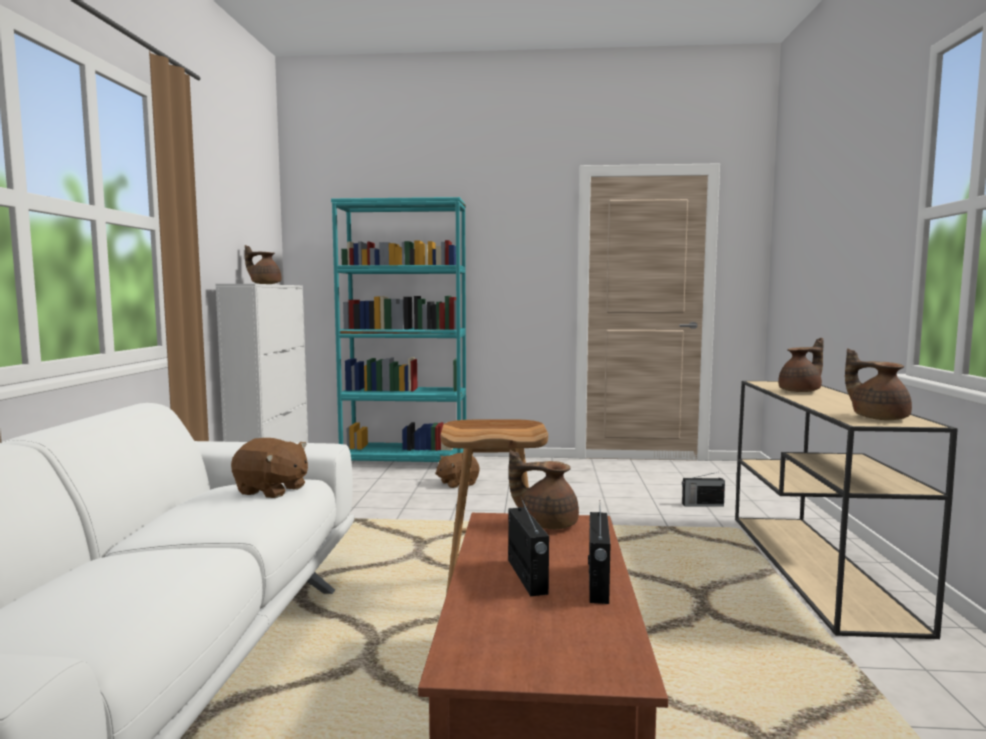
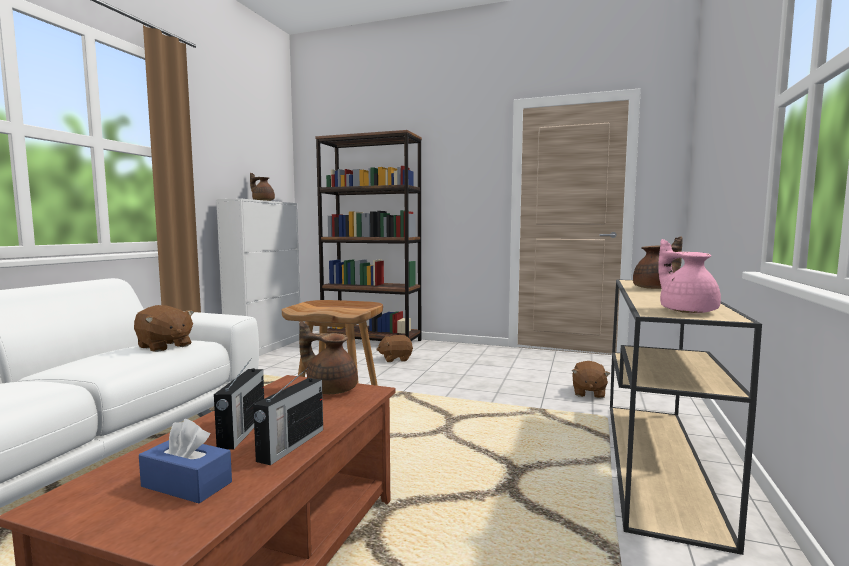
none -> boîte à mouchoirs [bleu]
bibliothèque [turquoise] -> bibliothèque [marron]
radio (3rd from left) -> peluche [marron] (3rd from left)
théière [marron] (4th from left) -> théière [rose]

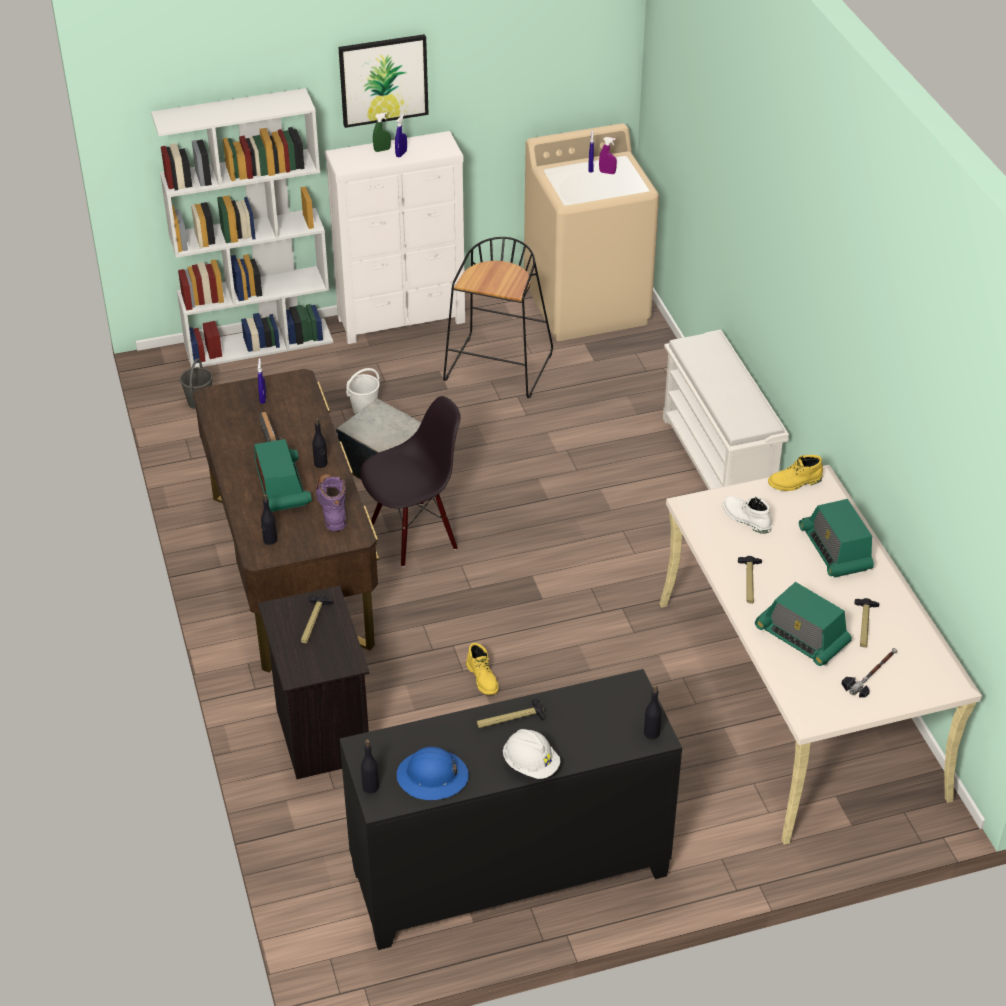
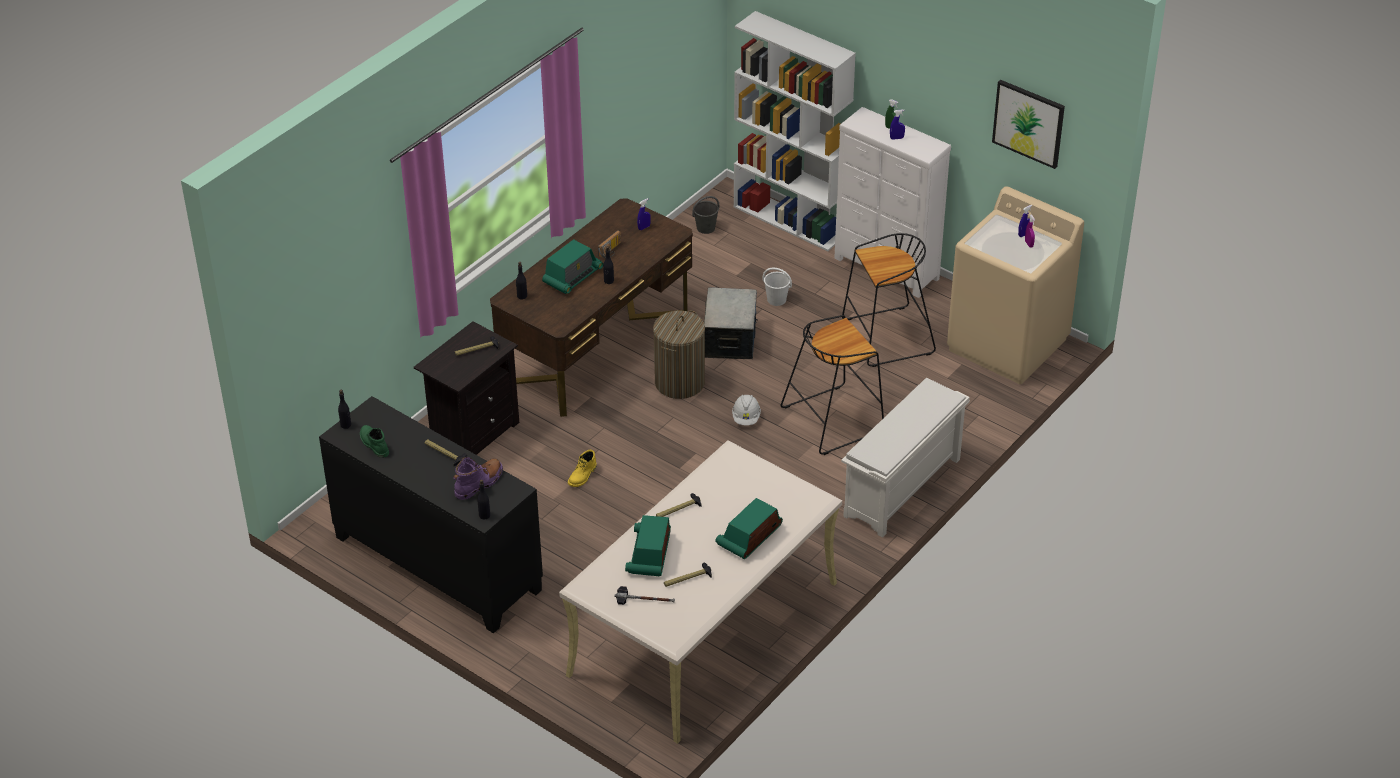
casque de chantier [bleu] -> botte [vert]
botte [violet], move
chaise [noir] -> panier à linge
casque de chantier [blanc], move
none -> tabouret [noir] (1st from left)
tableau, move
botte [blanc] -> none
botte [jaune] (2nd from left) -> none

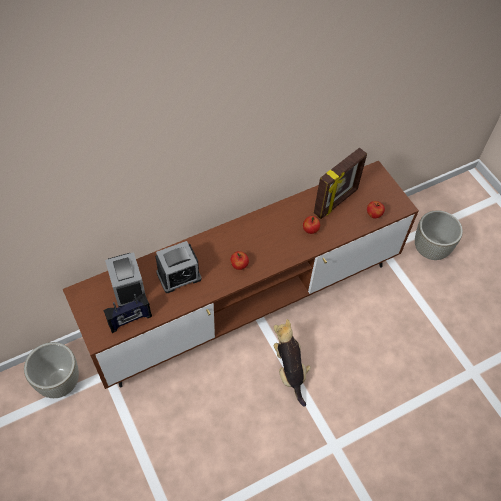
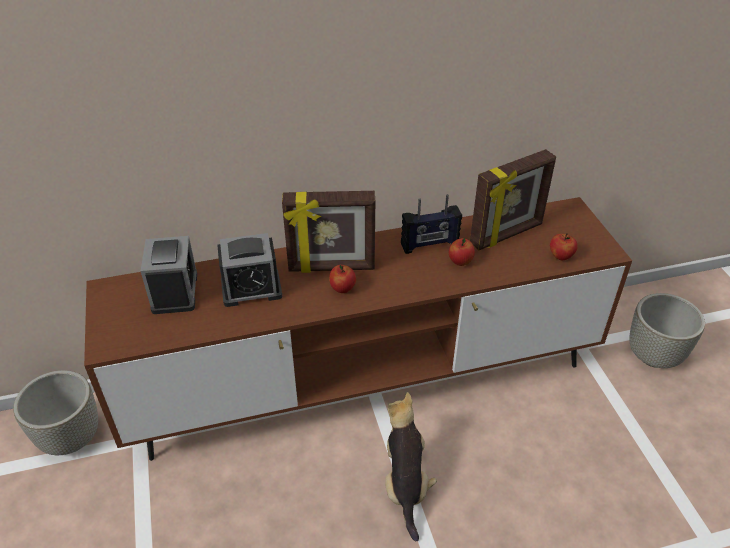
none -> cadre photo (1st from left)
radio, move

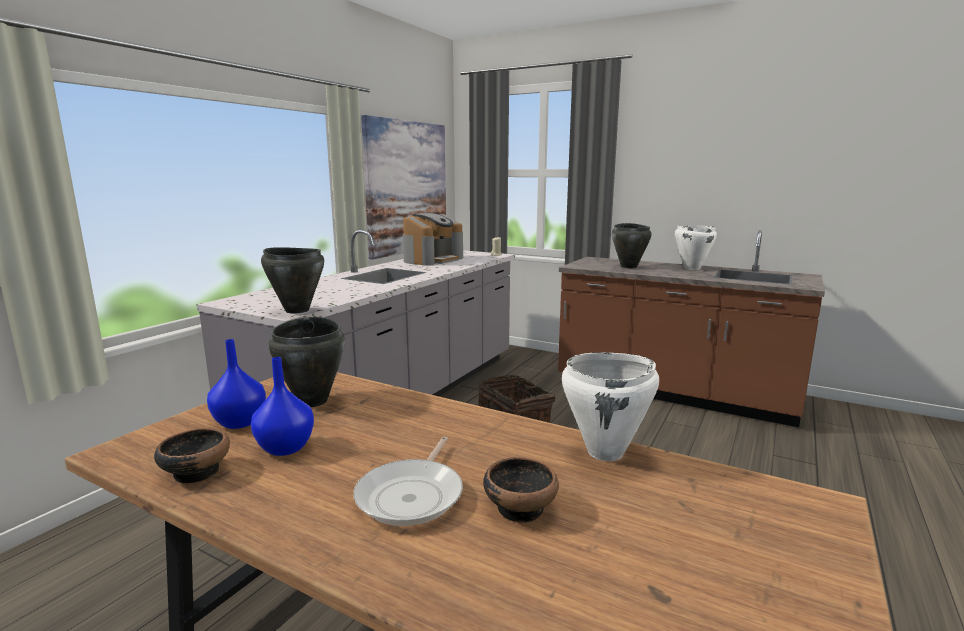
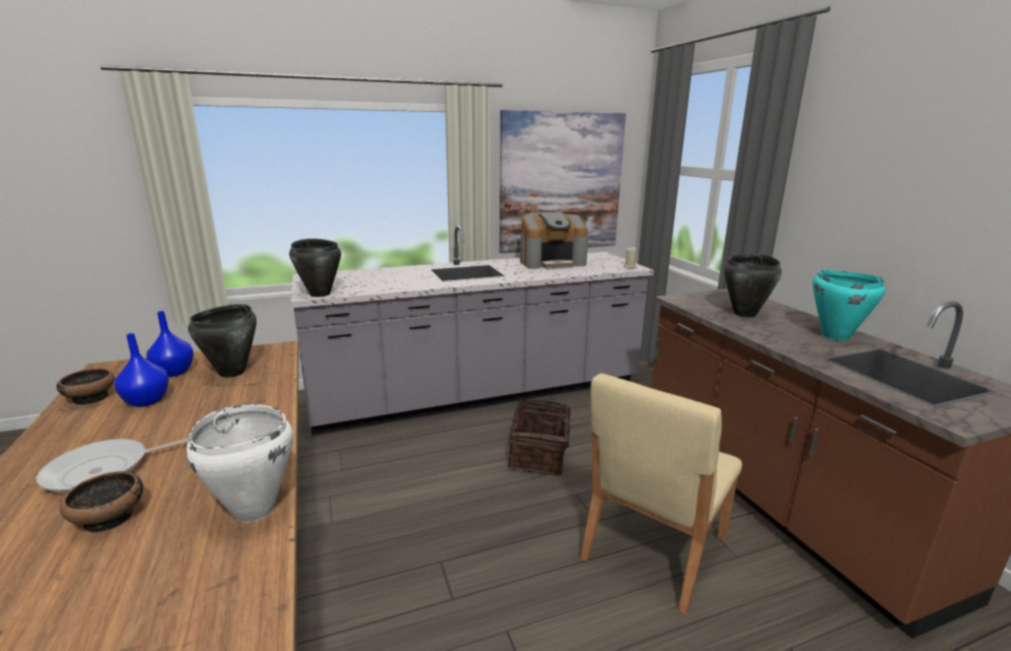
none -> chaise [beige]
marmite [blanc] (2nd from left) -> marmite [turquoise]

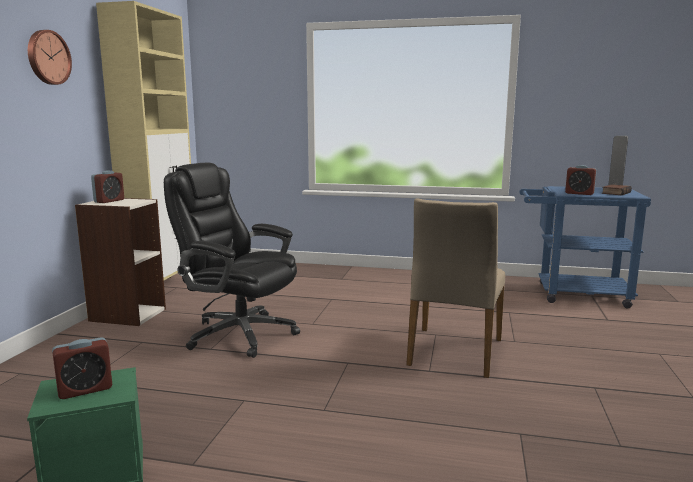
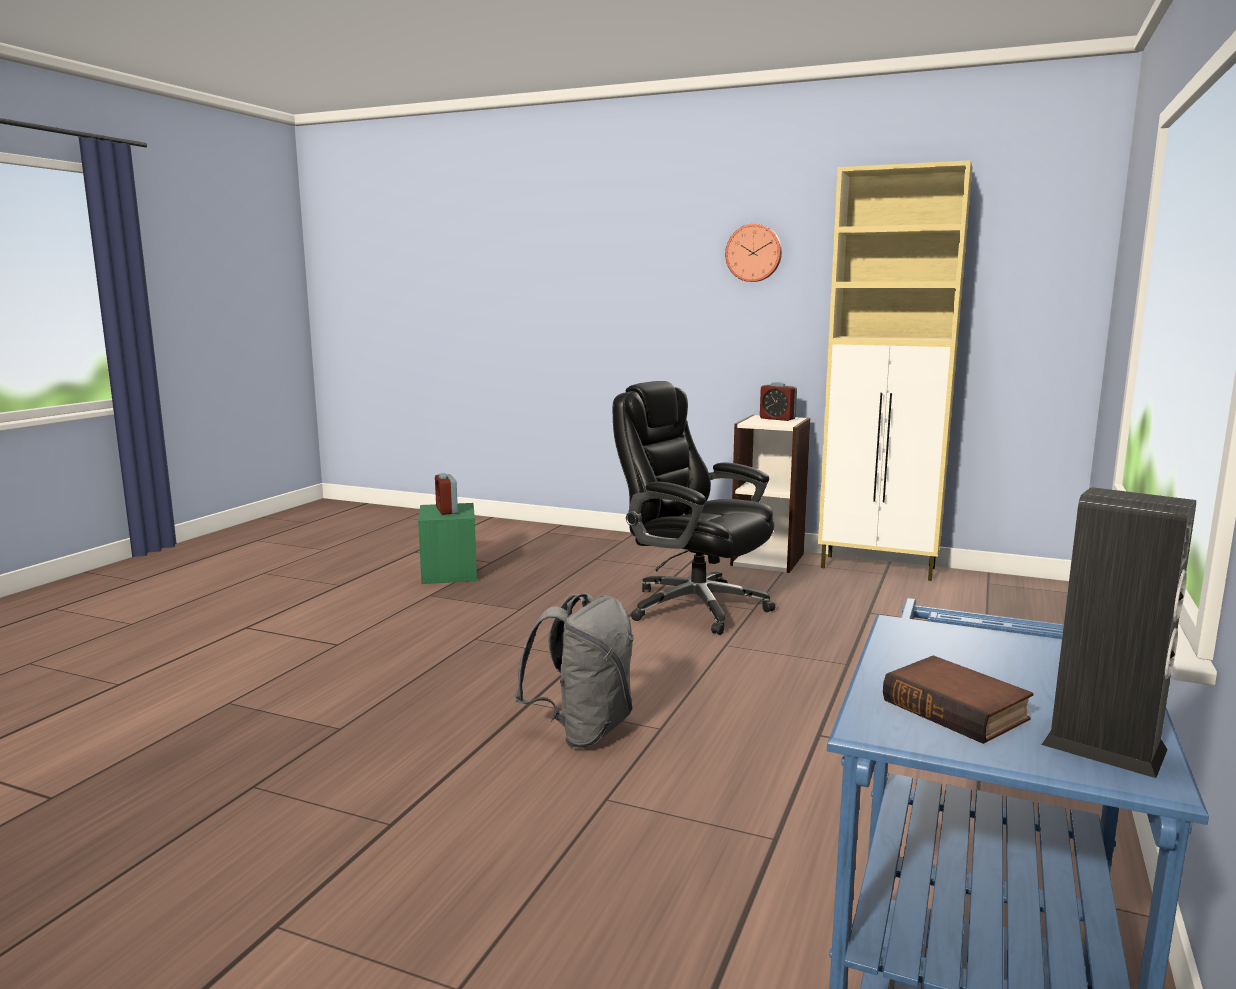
chaise [beige] -> sac à dos [gris]
chaise de bureau [noir], 90 degrees counterclockwise
réveil (3rd from left) -> none

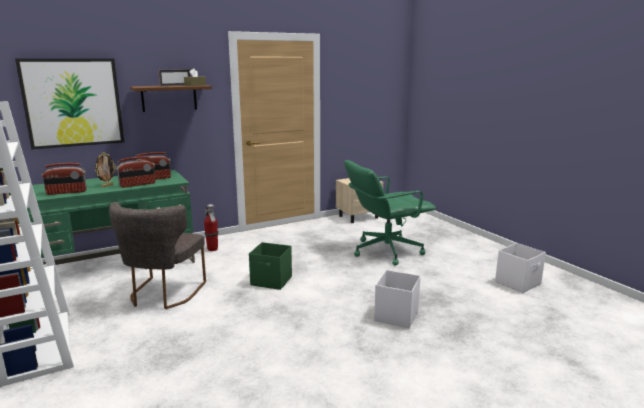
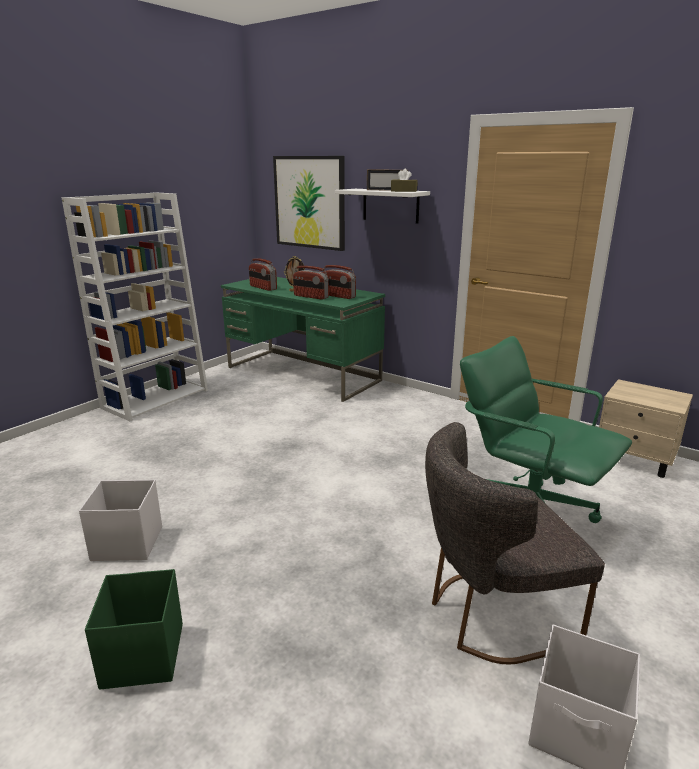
boîte de rangement [blanc] (1st from left), move
boîte de rangement [vert], move
étagère [marron] -> étagère [blanc]
chaise [gris], move
extincteur -> none

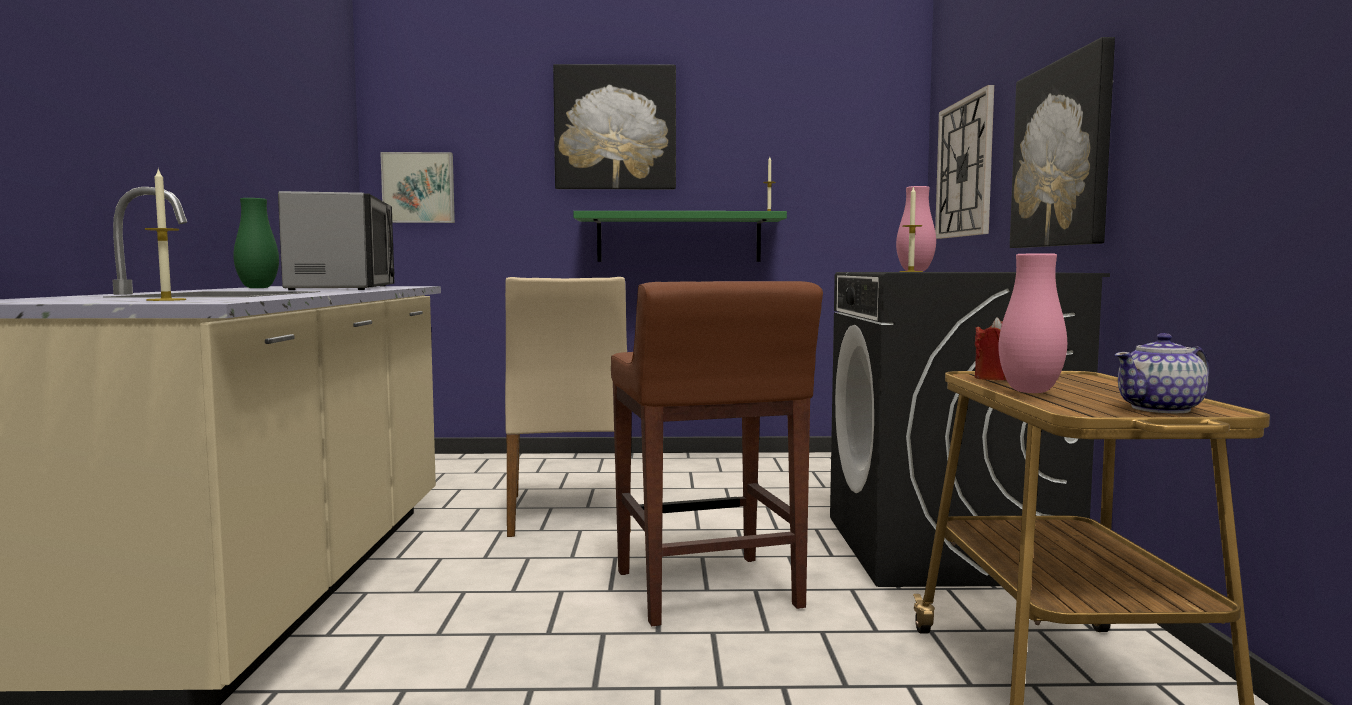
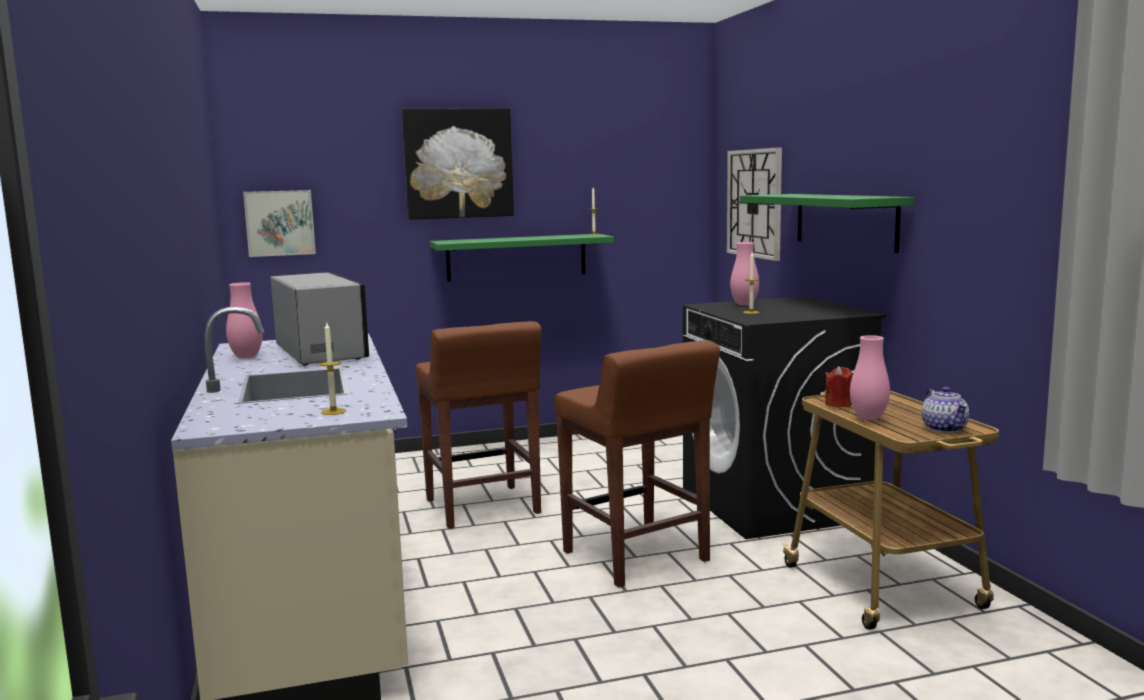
vase [vert] -> vase [rose] (1st from left)
chaise [beige] -> tabouret [marron] (1st from left)
tableau (3rd from left) -> étagère [vert] (2nd from left)
théière, 60 degrees counterclockwise

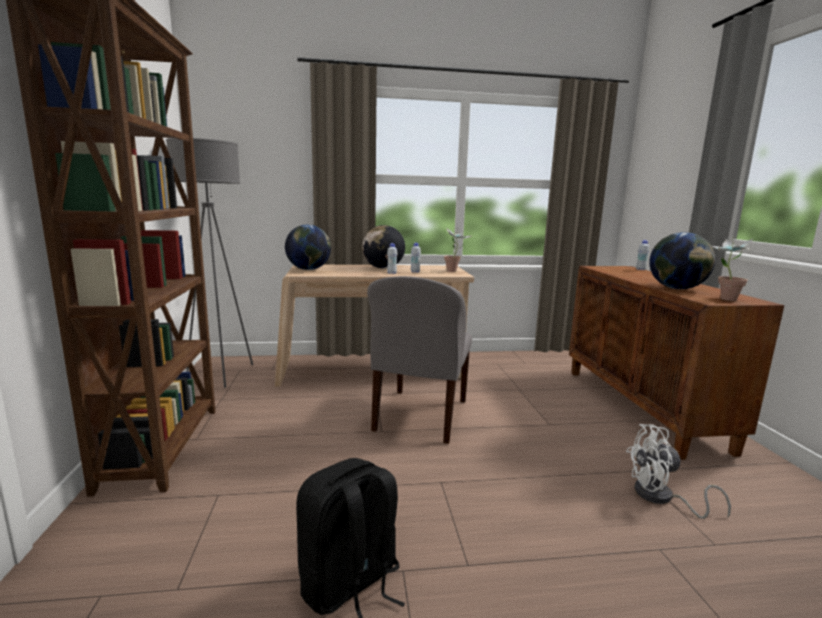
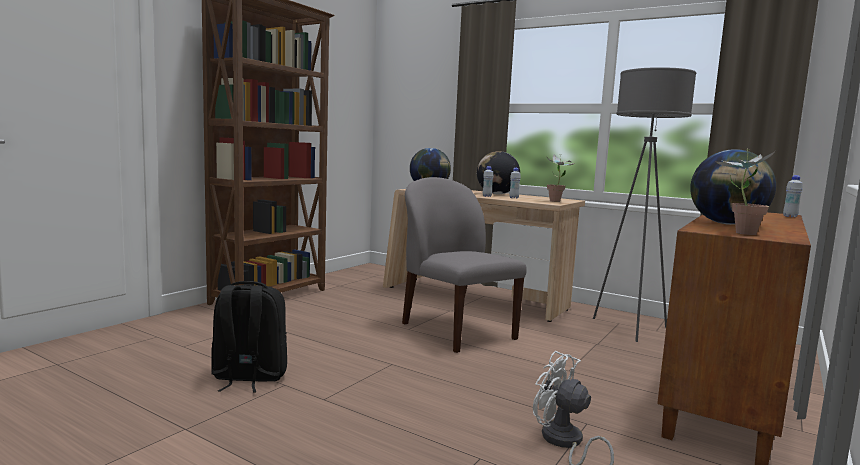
chaise [gris], 90 degrees clockwise
lampadaire [gris], move

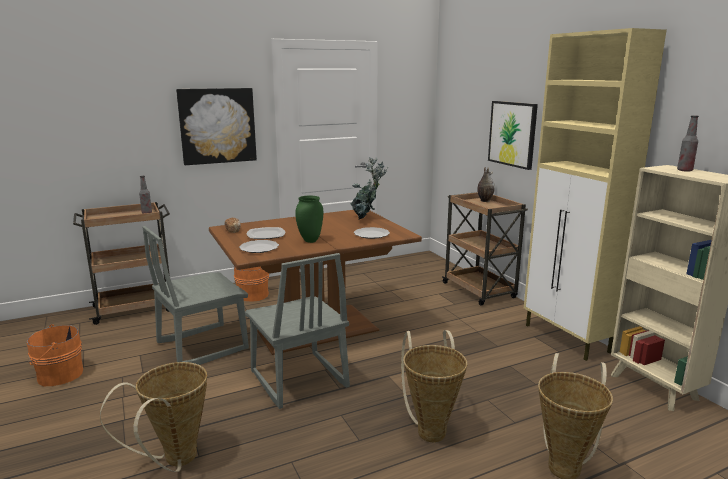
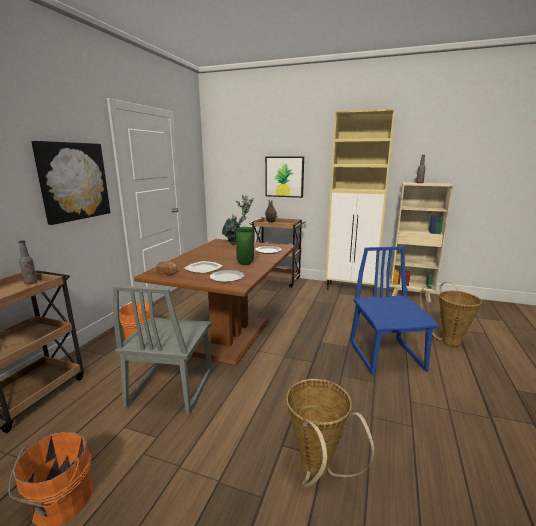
panier (2nd from left) -> chaise [bleu]
chaise [gris] (2nd from left) -> none

